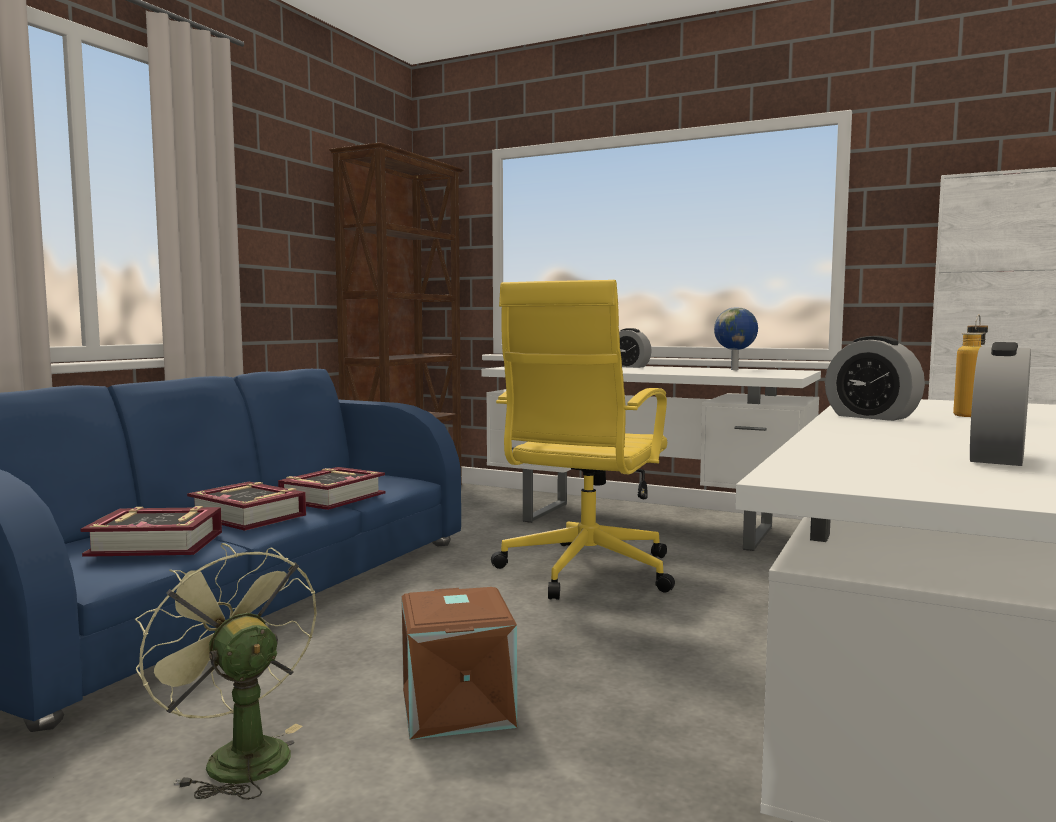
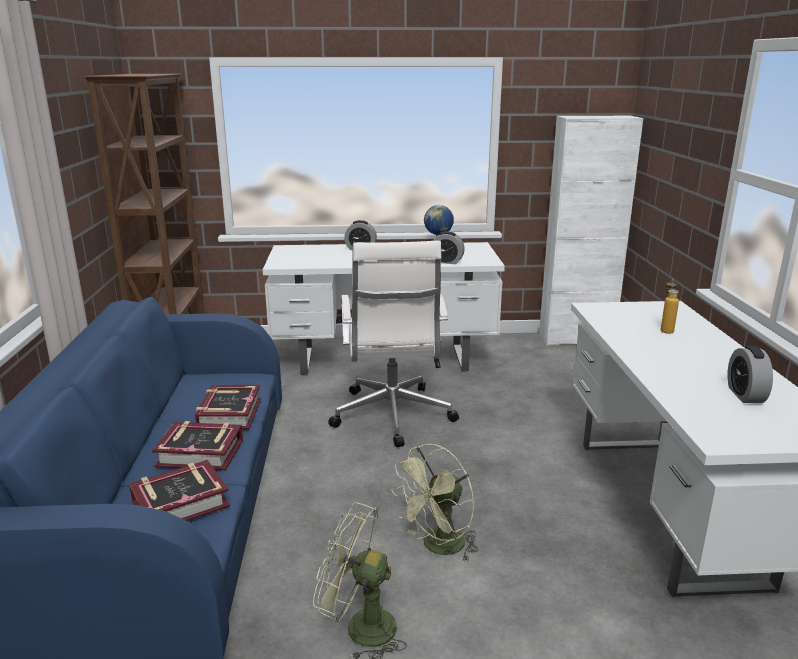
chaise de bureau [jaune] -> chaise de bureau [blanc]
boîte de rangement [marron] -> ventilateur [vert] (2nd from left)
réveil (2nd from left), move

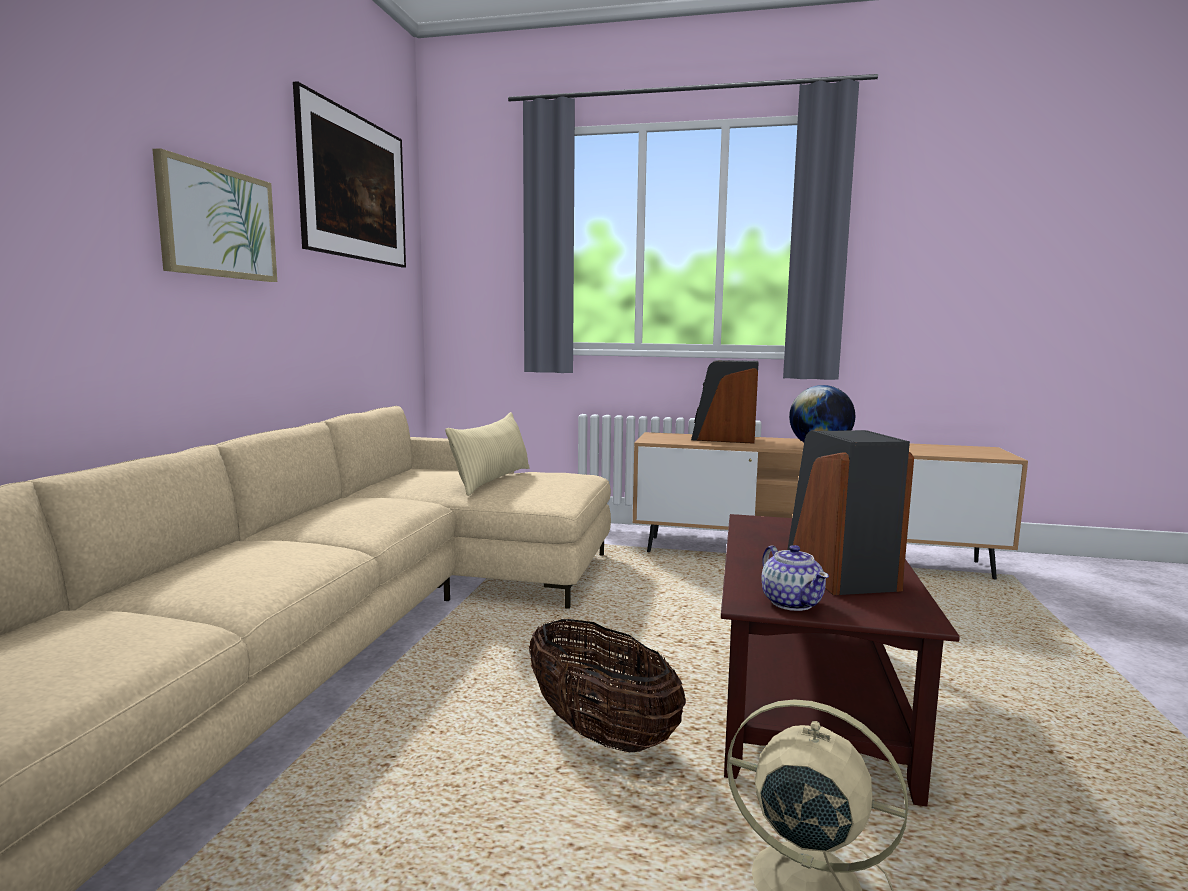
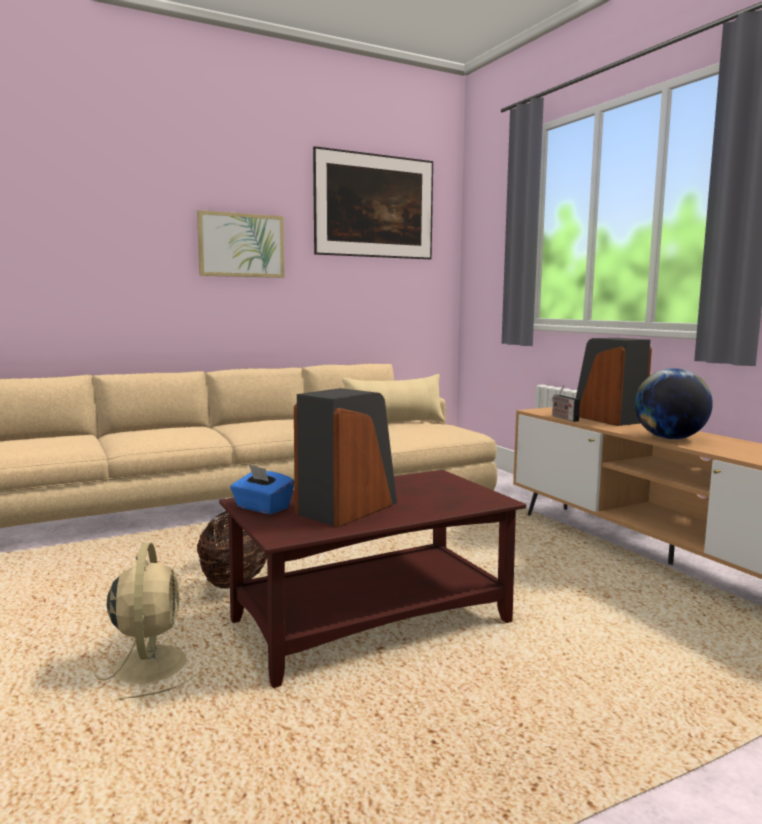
théière -> boîte à mouchoirs [bleu]
none -> radio

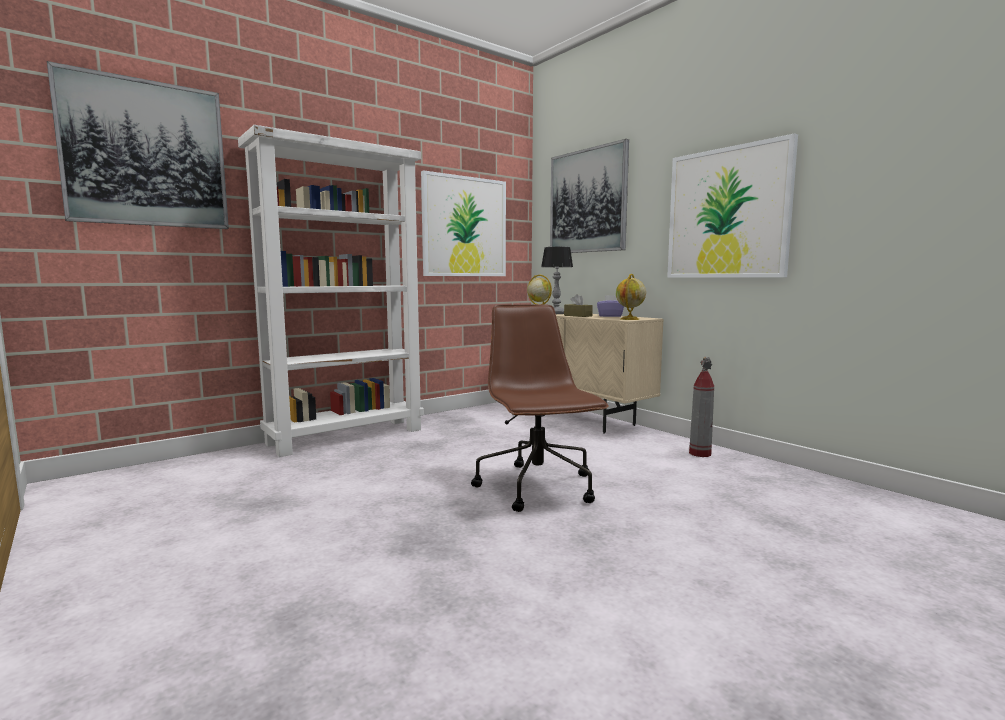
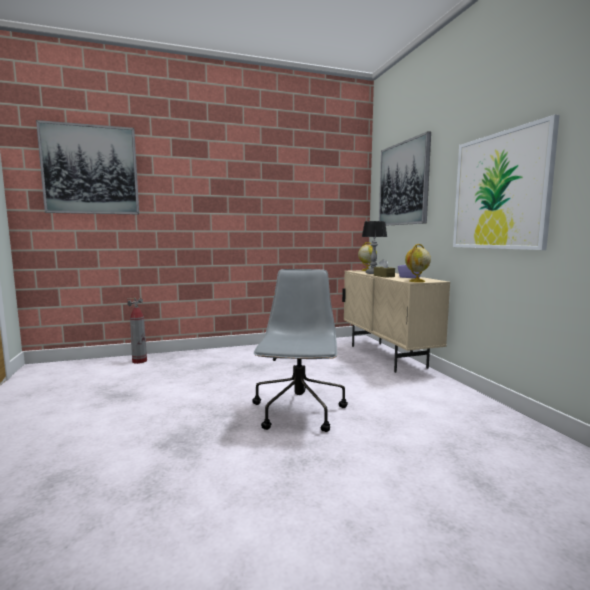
extincteur, move
chaise de bureau [marron] -> chaise de bureau [gris]
bibliothèque [blanc] -> none
tableau (2nd from left) -> none

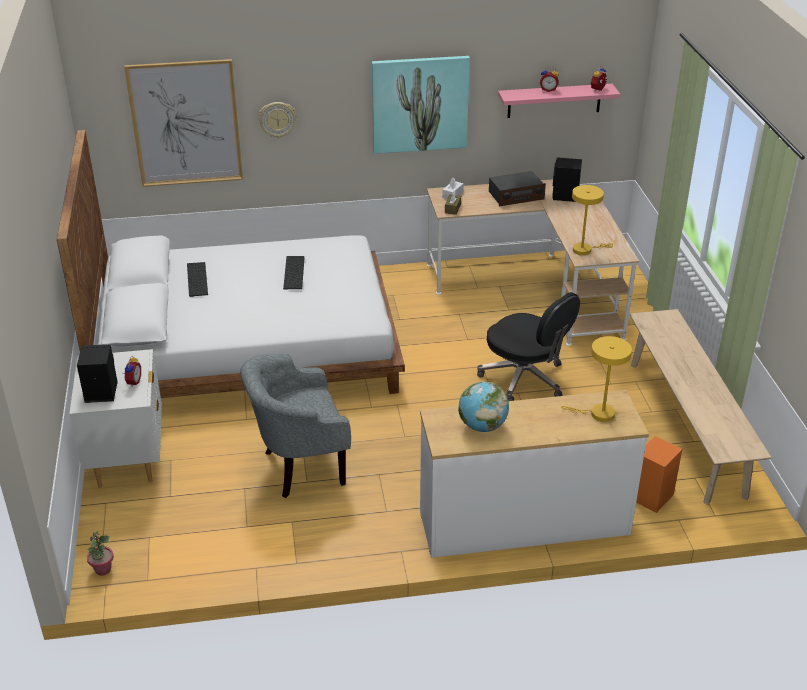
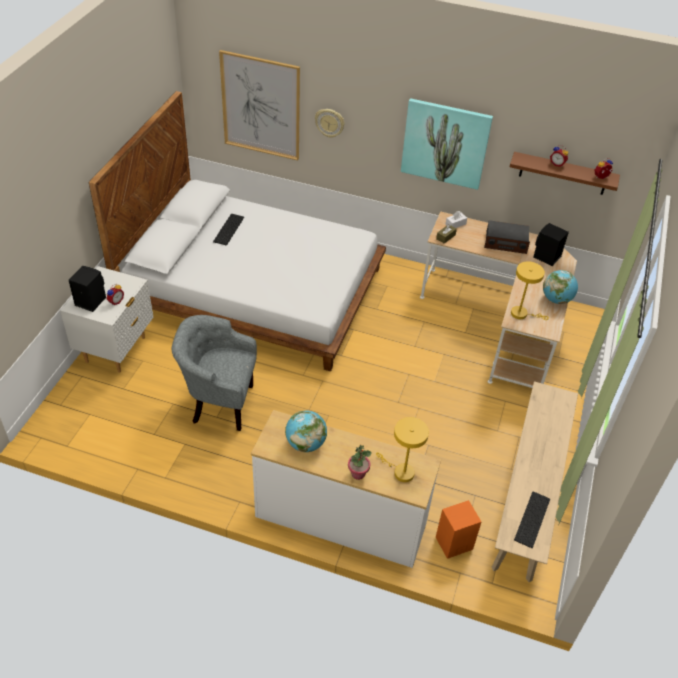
plante en pot, move
étagère [rose] -> étagère [marron]
clavier (2nd from left), move
none -> globe (2nd from left)
chaise de bureau [noir] -> none

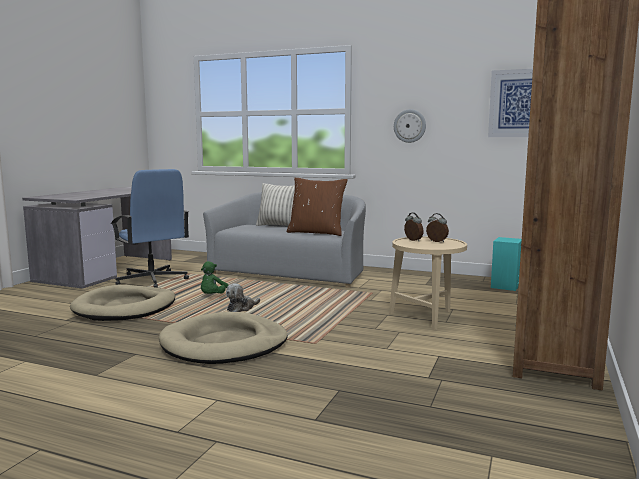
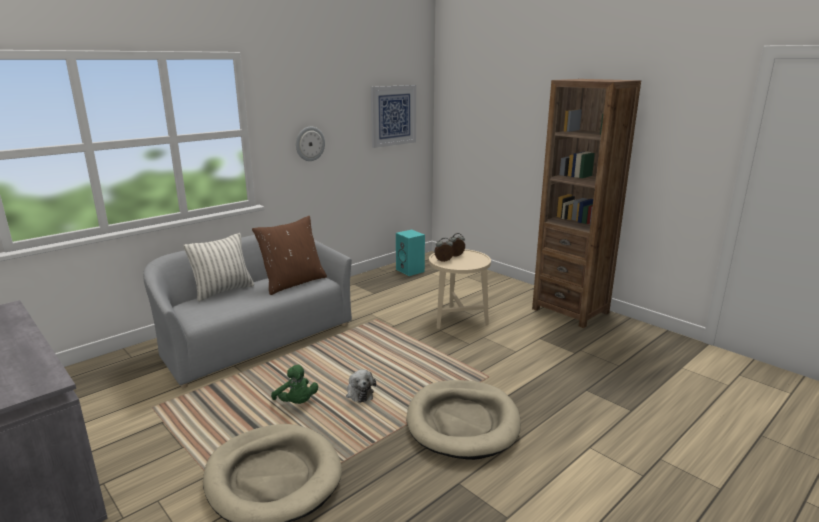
chaise de bureau [bleu] -> none

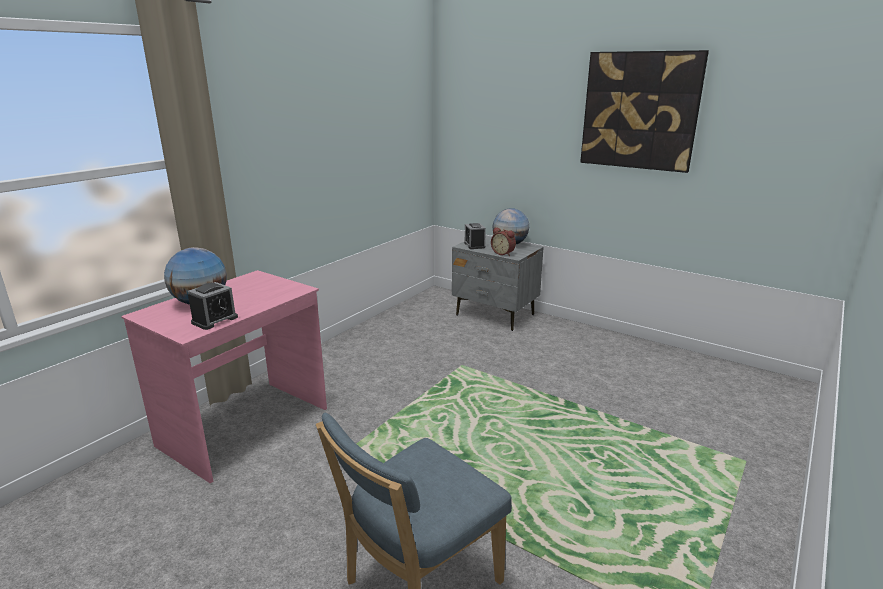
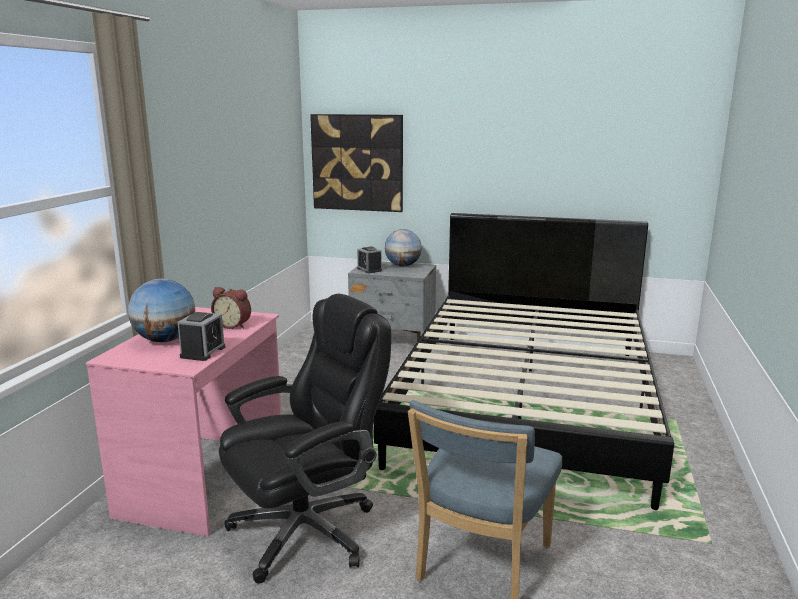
réveil (3rd from left in the first image) -> réveil (2nd from left), move
none -> chaise de bureau [noir]
tableau, move
none -> lit [noir]

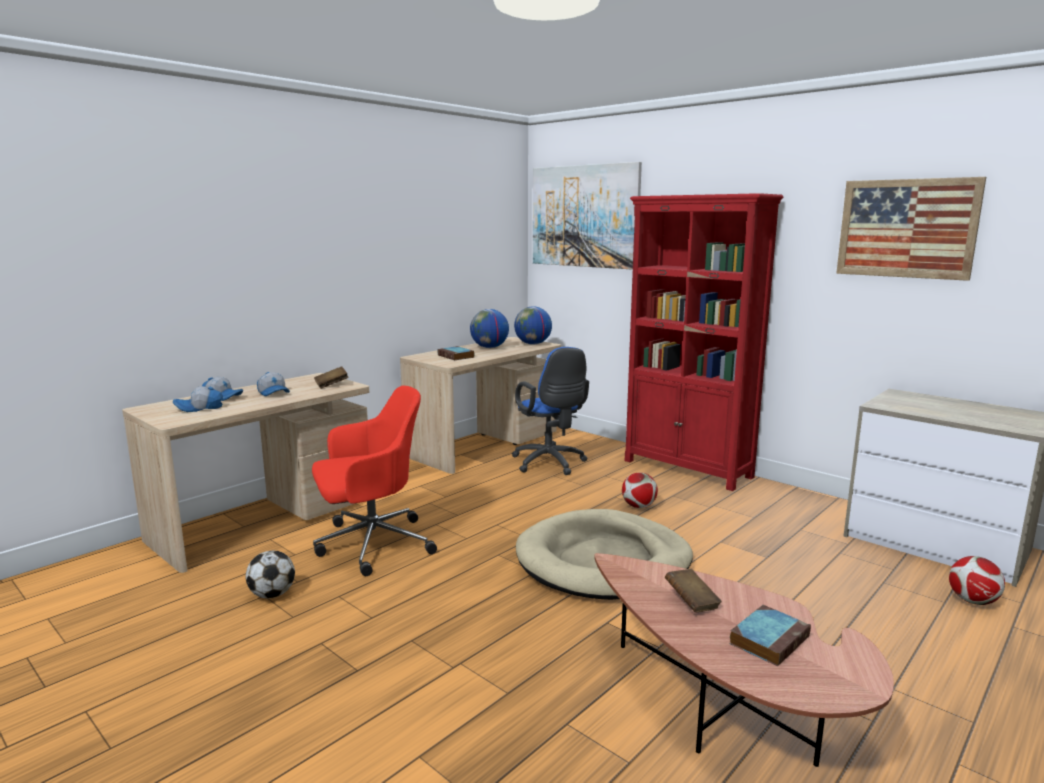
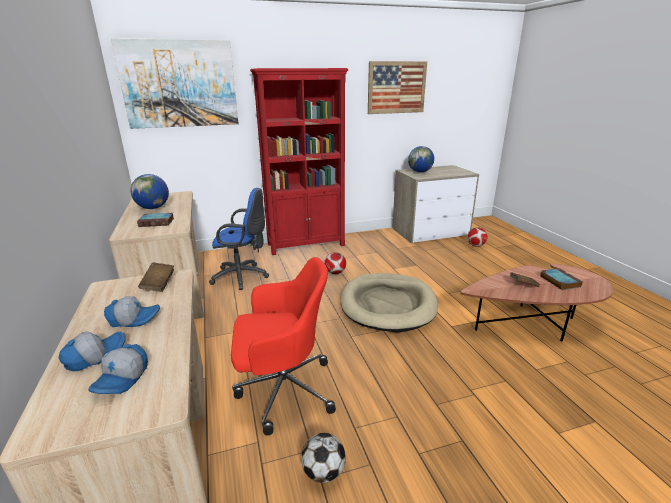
chaise de bureau [rouge], 75 degrees clockwise
globe (2nd from left), move

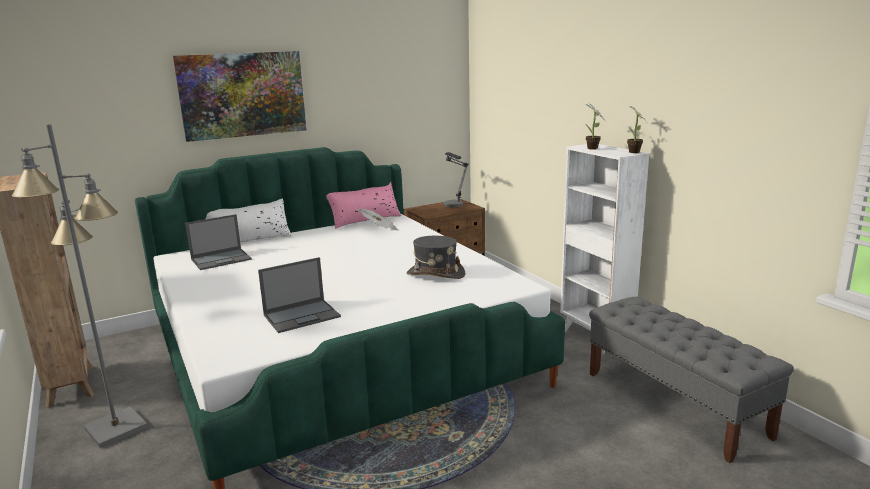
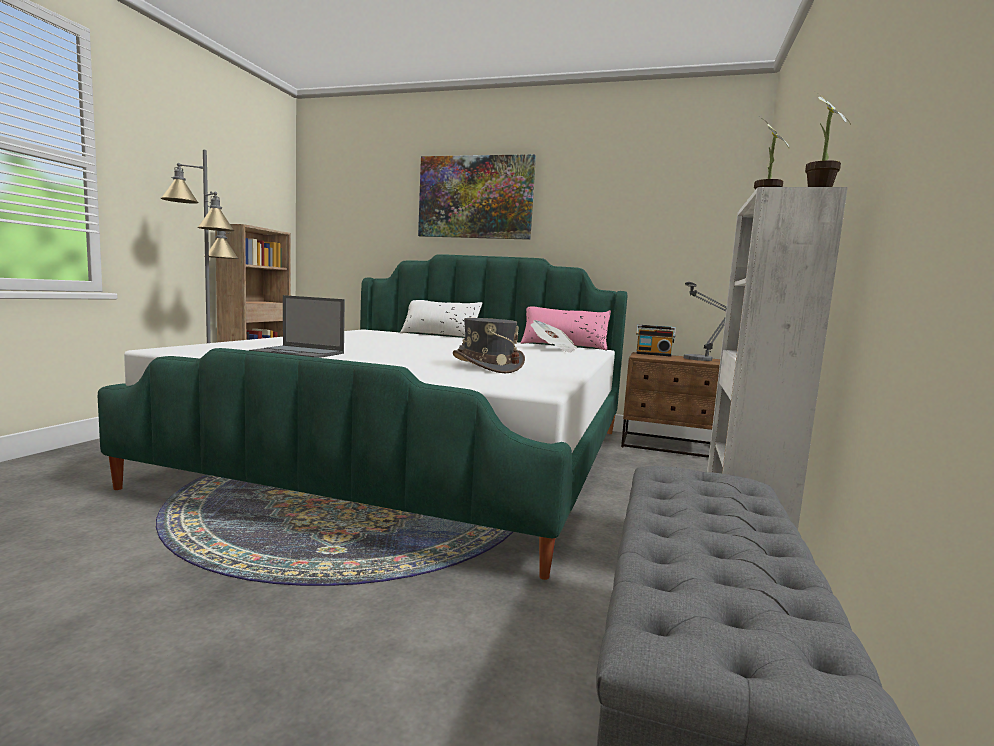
none -> radio
ordinateur portable (1st from left) -> none

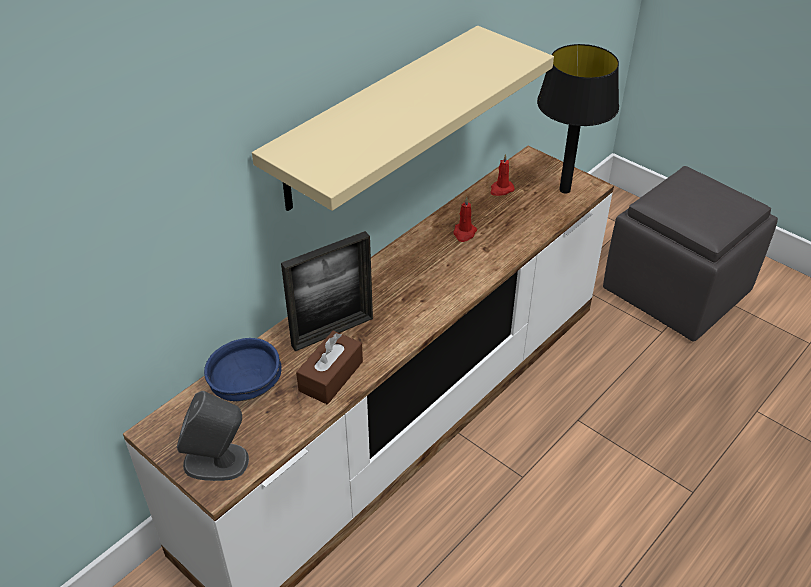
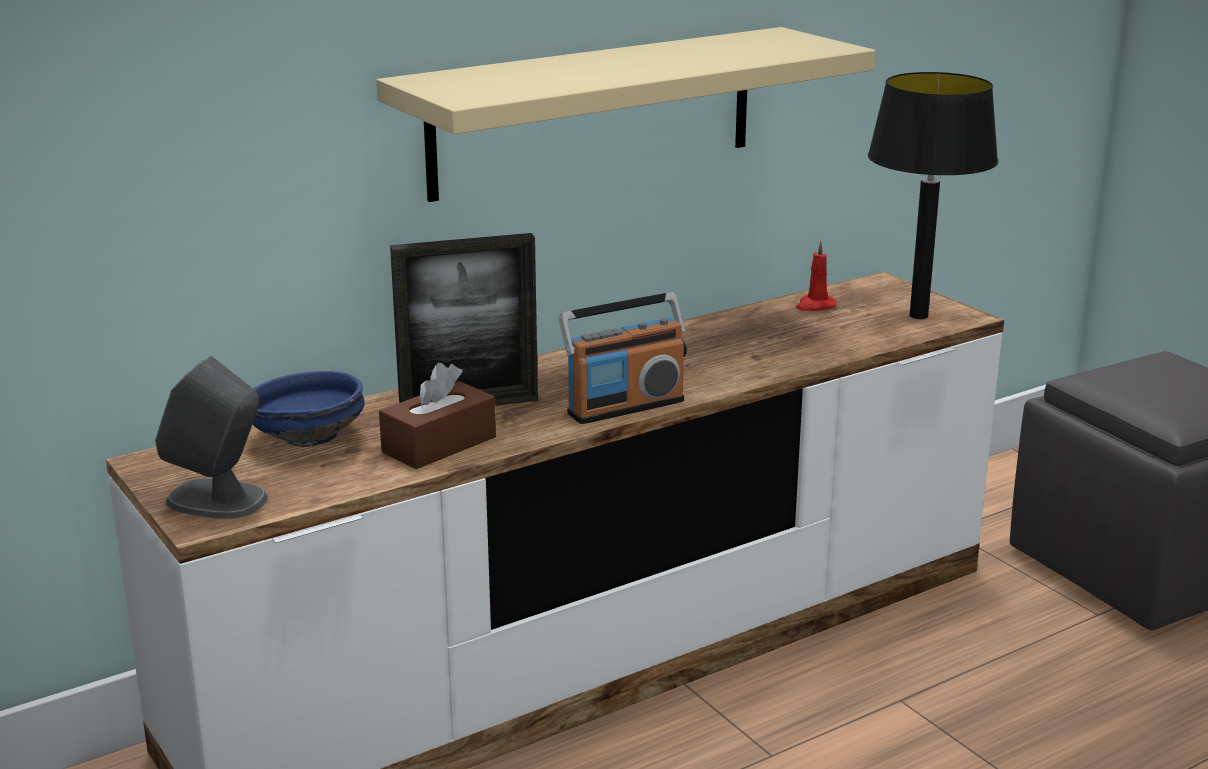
none -> radio
bougie [rouge] (1st from left) -> none

